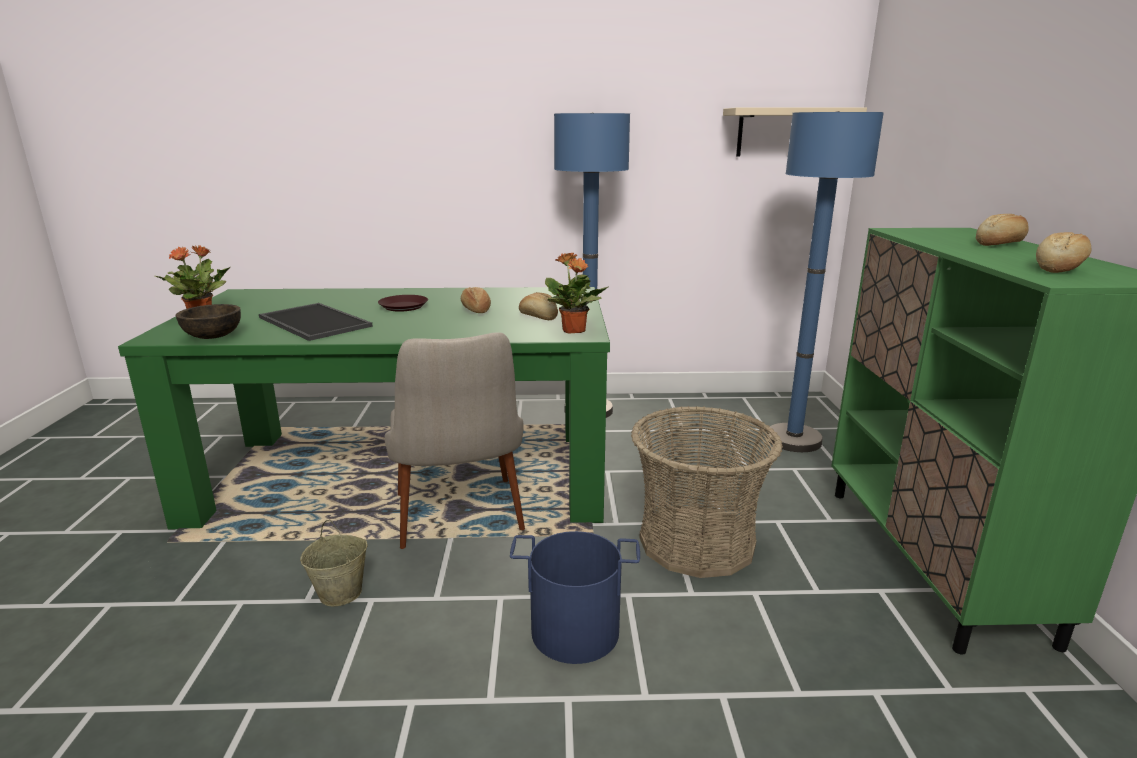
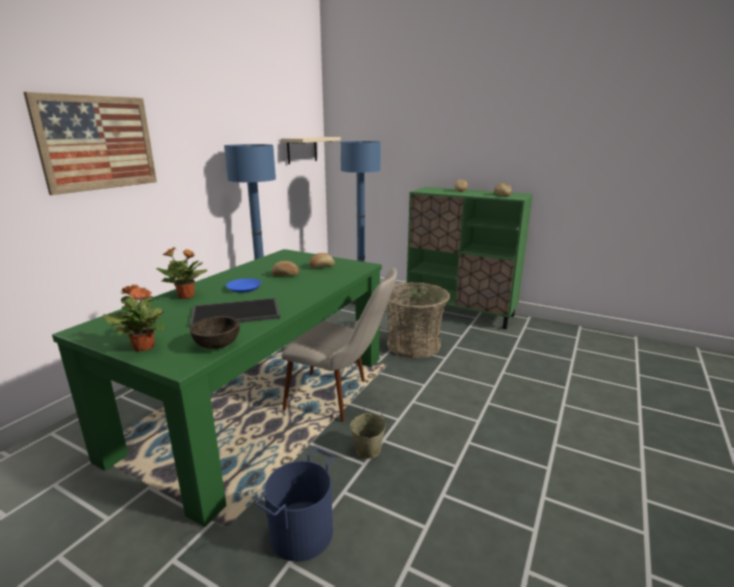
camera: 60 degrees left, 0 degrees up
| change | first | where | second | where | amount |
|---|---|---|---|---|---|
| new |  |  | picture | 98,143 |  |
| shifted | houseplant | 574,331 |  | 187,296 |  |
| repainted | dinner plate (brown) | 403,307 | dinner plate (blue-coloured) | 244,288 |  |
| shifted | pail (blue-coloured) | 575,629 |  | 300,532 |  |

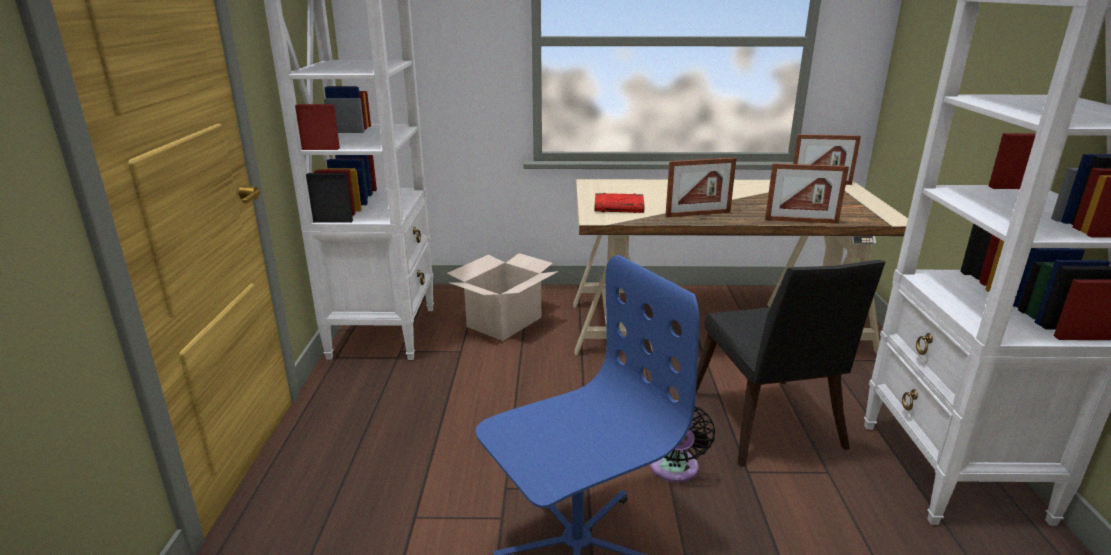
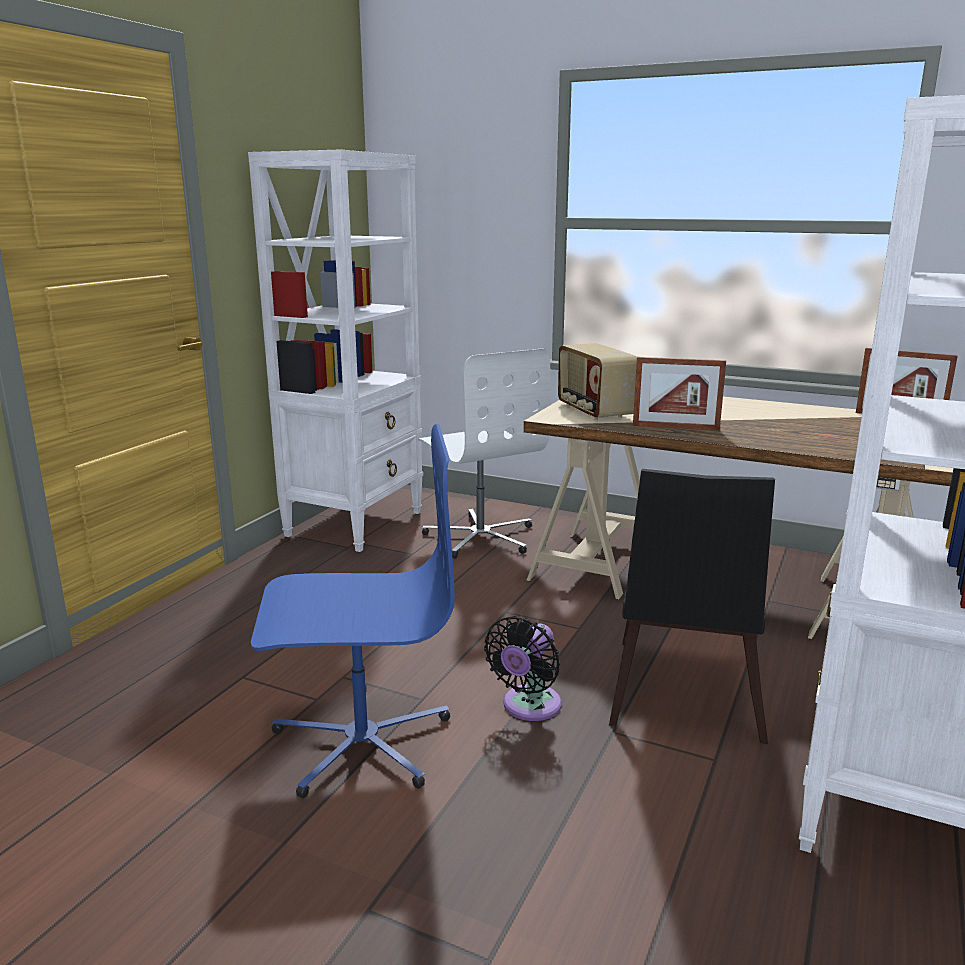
camera: 25 degrees right, 5 degrees down
| change | first | where | second | where | amount |
|---|---|---|---|---|---|
| swapped | packing box | 504,322 | computer chair (white) | 481,537 |  |
| swapped | bound book (red-coloured) | 619,207 | radio set | 593,411 |  |
| gone | standing frame | 801,221 |  |  |  |

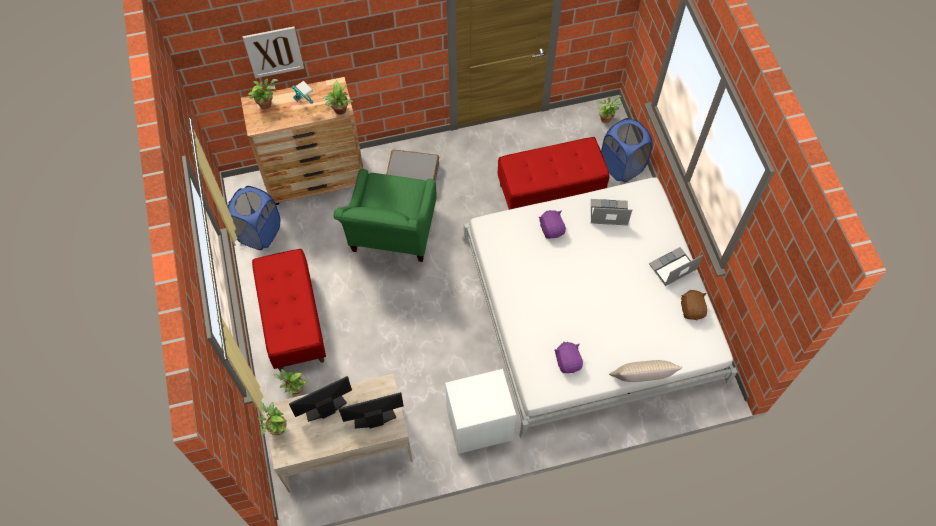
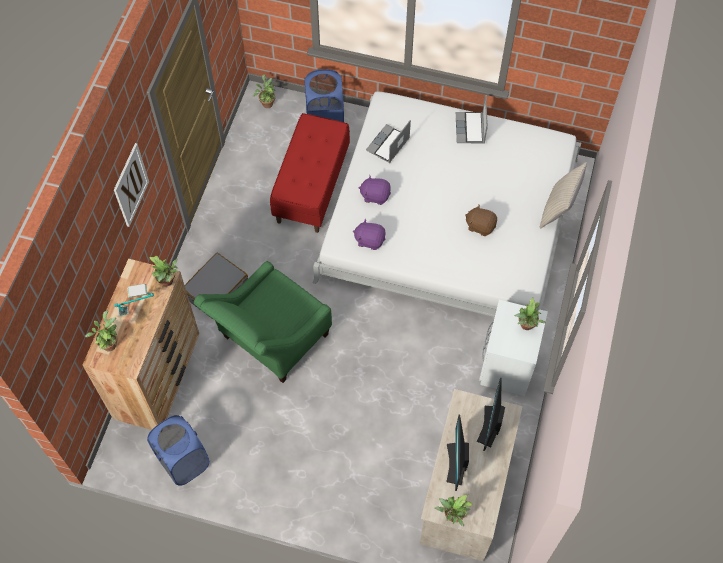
camera: 60 degrees left, 0 degrees up
| change | first | where | second | where | amount |
|---|---|---|---|---|---|
| shifted | picture | 274,52 |  | 130,185 |  |
| rotated | armchair (green-coloured) | 392,236 |  | 270,341 | 90 degrees clockwise |
| shifted | soft toy (purplish) | 568,361 |  | 369,240 |  |
| shifted | soft toy (brown) | 692,309 |  | 480,226 |  |
| shifted | houseplant | 294,389 |  | 526,326 |  |
| gone | bench (red-coloured) | 293,321 |  |  |  |

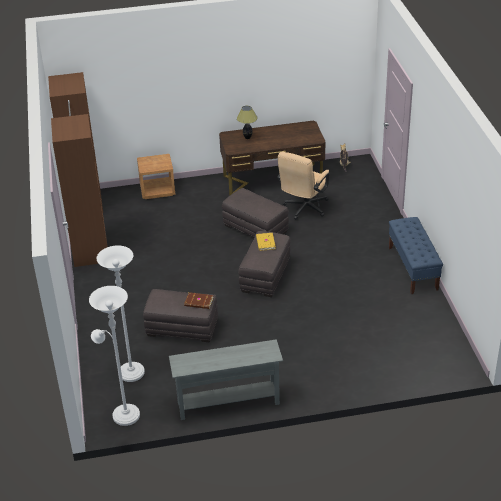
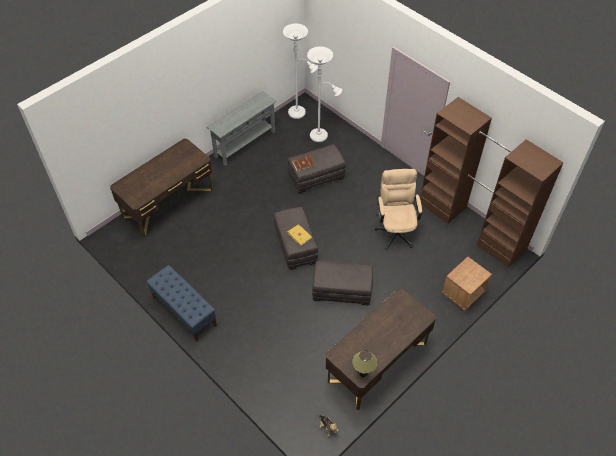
camera: 145 degrees right, 15 degrees up
| change | first | where | second | where | amount |
|---|---|---|---|---|---|
| new |  |  | desk table (brown) | 168,203 |  |
| shifted | lamp for a table | 247,137 |  | 363,374 |  |
| shifted | computer chair (beige) | 304,209 |  | 395,230 |  |

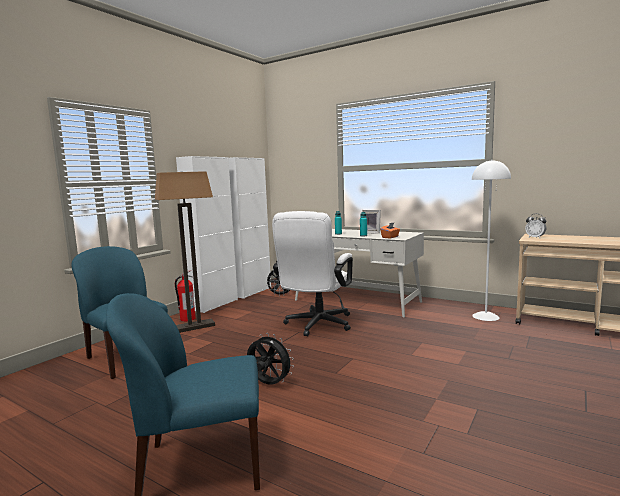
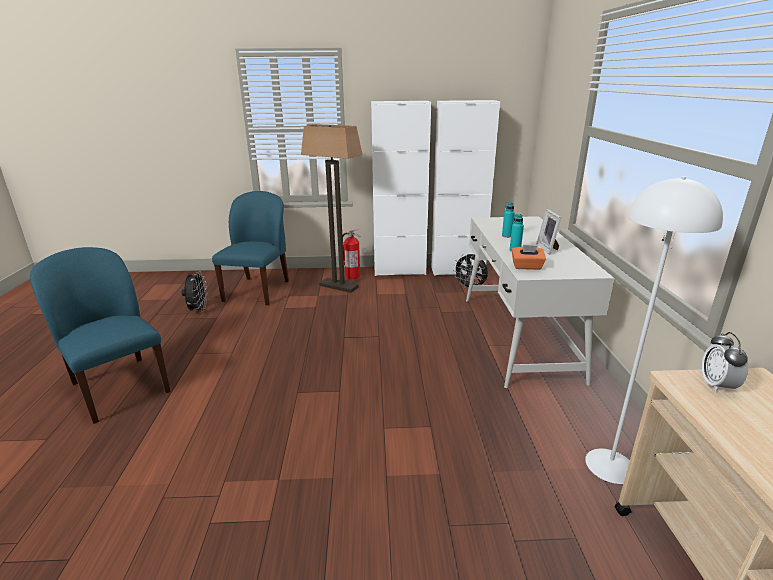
camera: 55 degrees right, 15 degrees up
| change | first | where | second | where | amount |
|---|---|---|---|---|---|
| shifted | fan (black-coloured) | 269,384 |  | 198,310 |  |
| gone | computer chair (white) | 316,325 |  |  |  |

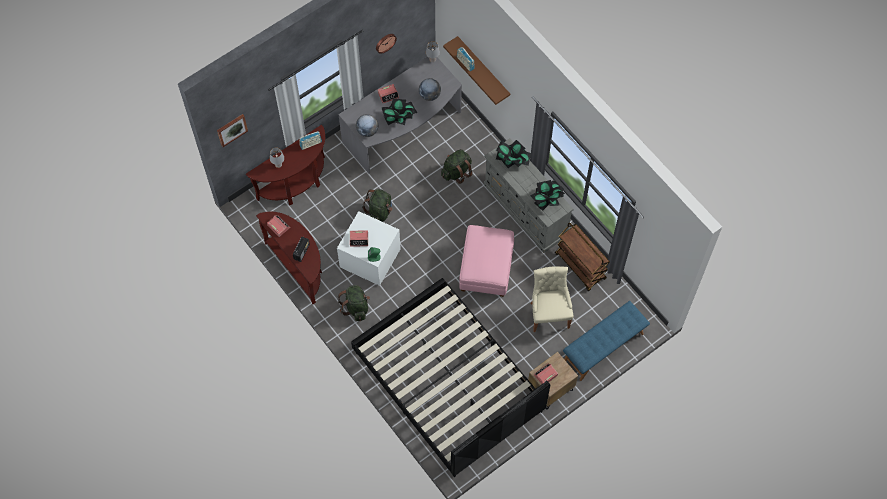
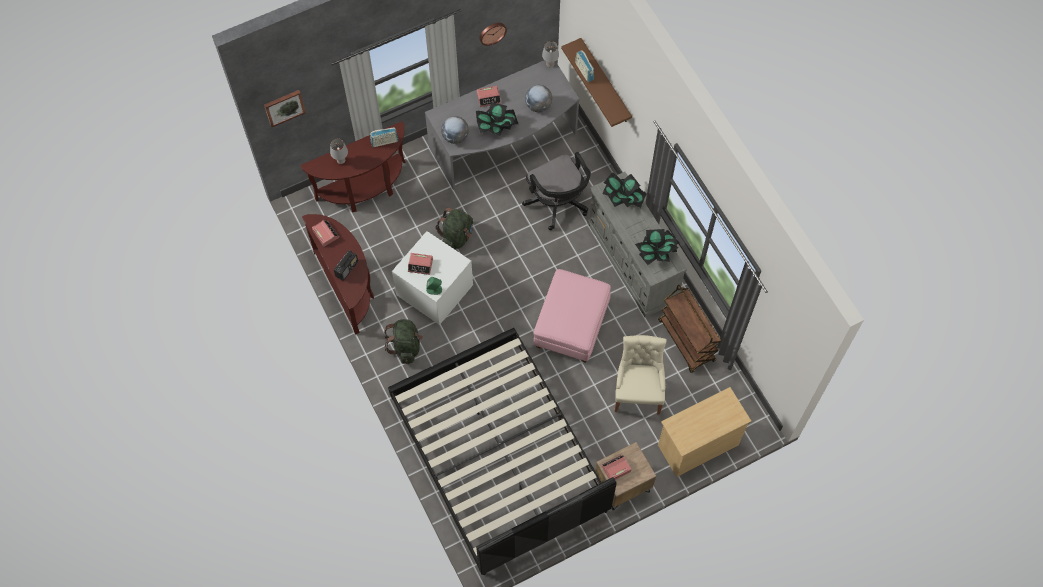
camera: 10 degrees right, 0 degrees up
| change | first | where | second | where | amount |
|---|---|---|---|---|---|
| swapped | backpack (green-coloured) | 456,172 | computer chair (black-coloured) | 558,204 |  |
| swapped | bench (blue-coloured) | 604,347 | dresser (beige) | 697,445 |  |

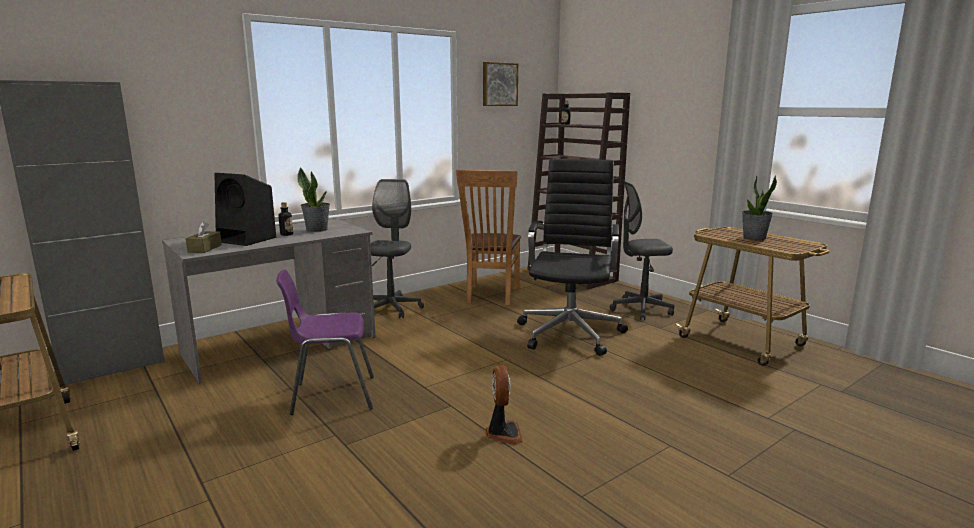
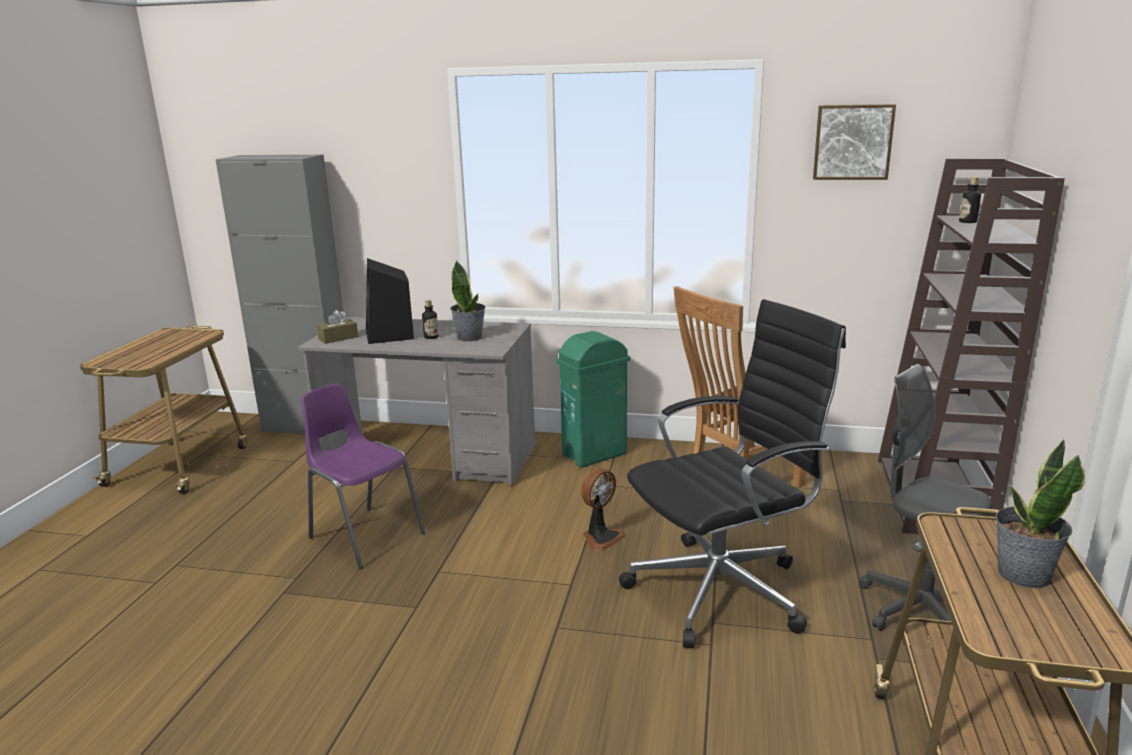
camera: 50 degrees right, 5 degrees up
| change | first | where | second | where | amount |
|---|---|---|---|---|---|
| swapped | computer chair (gray) | 392,309 | rubbish bin (green-coloured) | 595,455 |  |
| shifted | fan | 503,433 |  | 601,537 |  |

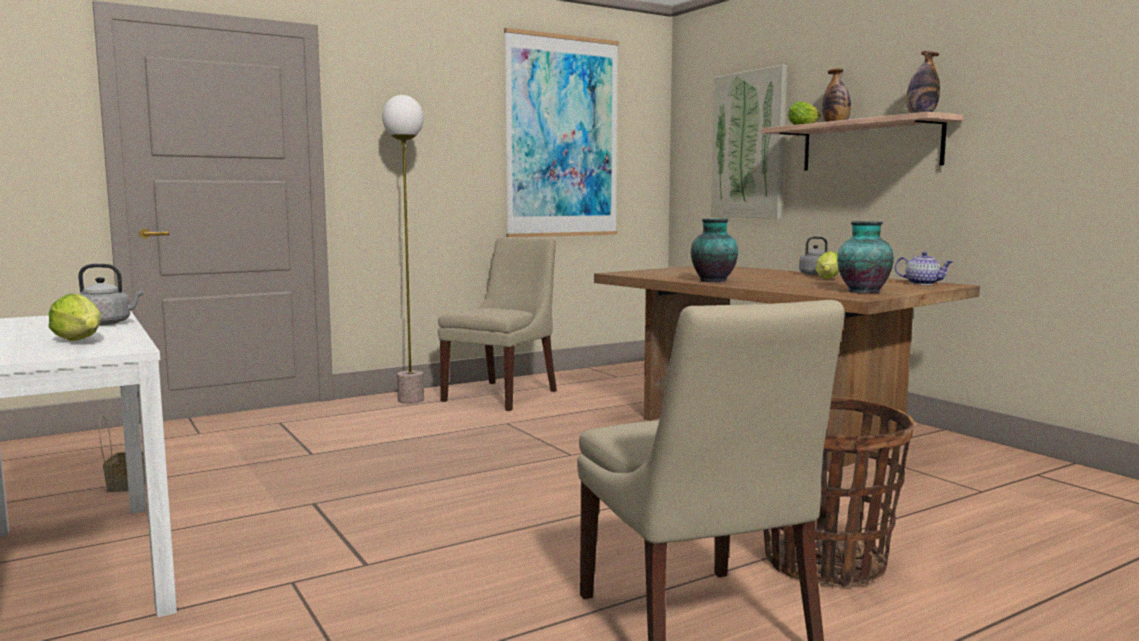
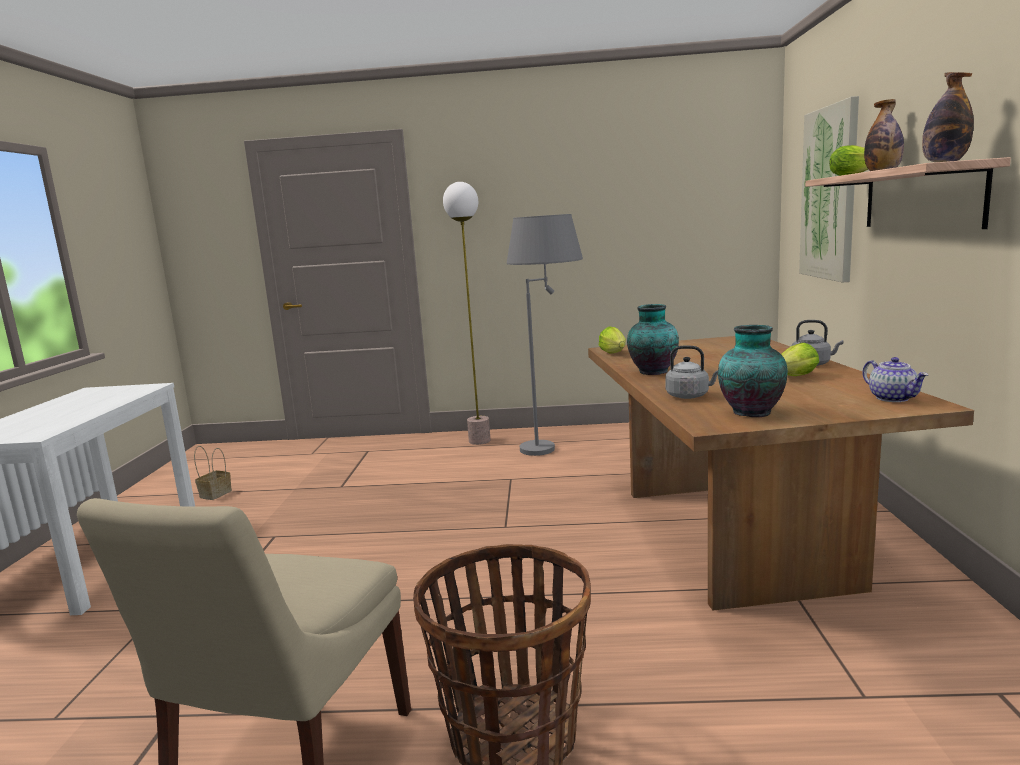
camera: 35 degrees right, 5 degrees up
| change | first | where | second | where | amount |
|---|---|---|---|---|---|
| swapped | upright chair (beige) | 502,395 | standing lamp (gray) | 554,445 |  |
| shifted | lettuce | 81,341 |  | 614,354 |  |
| shifted | tea kettle (gray) | 107,323 |  | 689,396 |  |
| gone | picture | 562,137 |  |  |  |

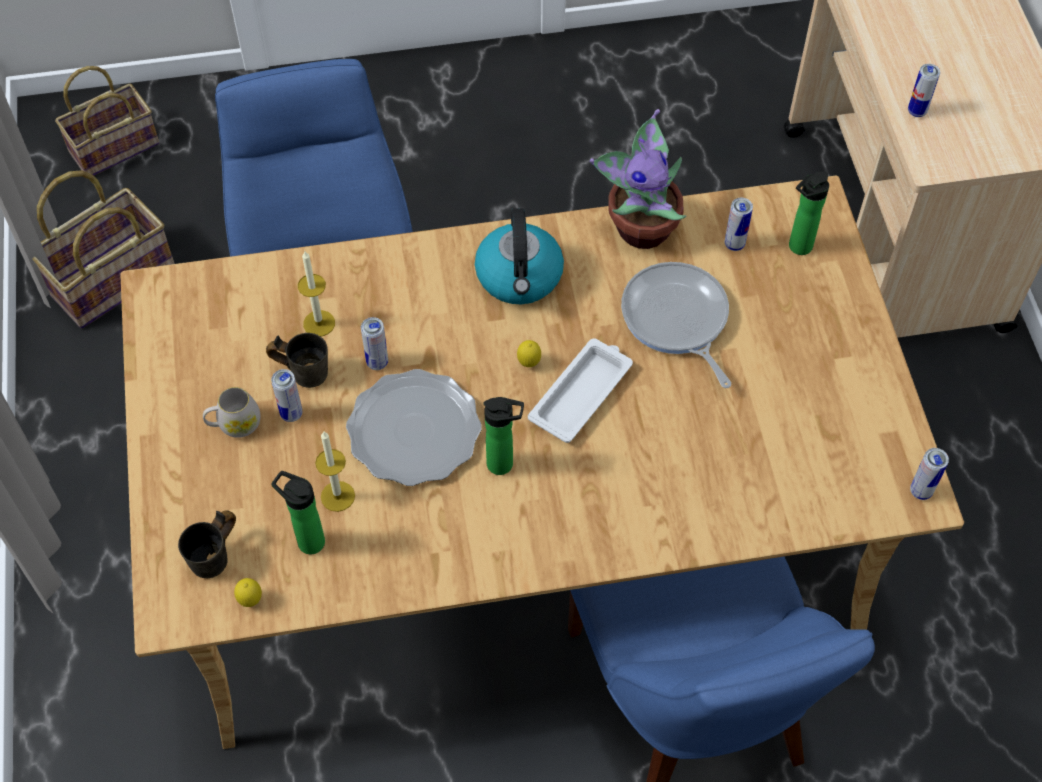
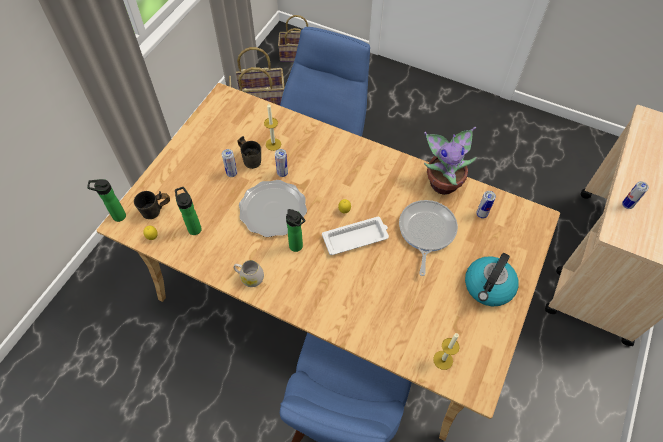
camera: 35 degrees right, 0 degrees up
| change | first | where | second | where | amount |
|---|---|---|---|---|---|
| shifted | drink bottle | 797,248 |  | 117,216 |  |
| shifted | coffee mug (white) | 234,424 |  | 249,277 |  |
| shifted | candle | 337,496 |  | 443,360 |  |
| shifted | tea kettle | 519,277 |  | 488,287 |  |
| gone | sealed can | 921,491 |  |  |  |

